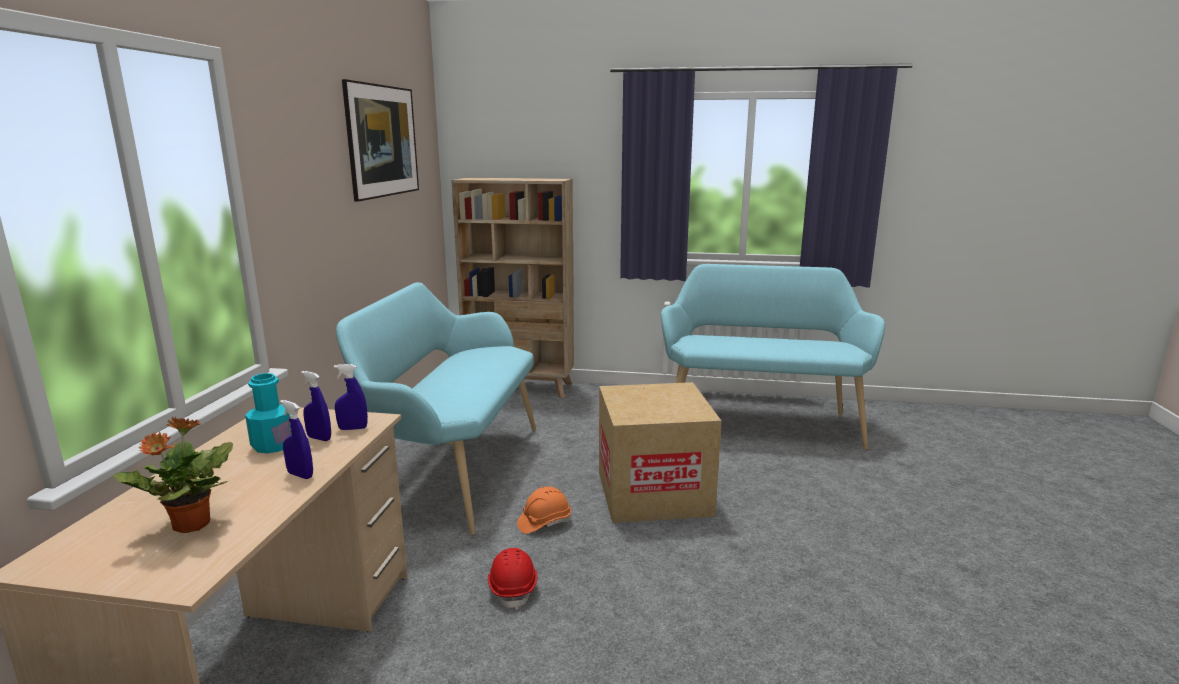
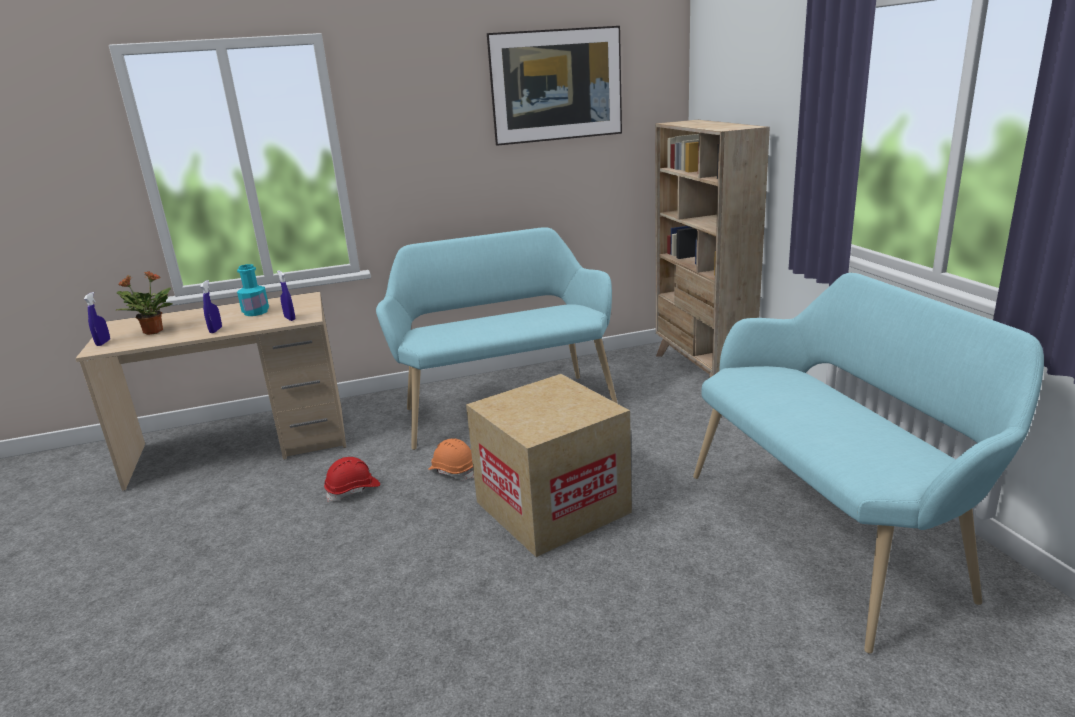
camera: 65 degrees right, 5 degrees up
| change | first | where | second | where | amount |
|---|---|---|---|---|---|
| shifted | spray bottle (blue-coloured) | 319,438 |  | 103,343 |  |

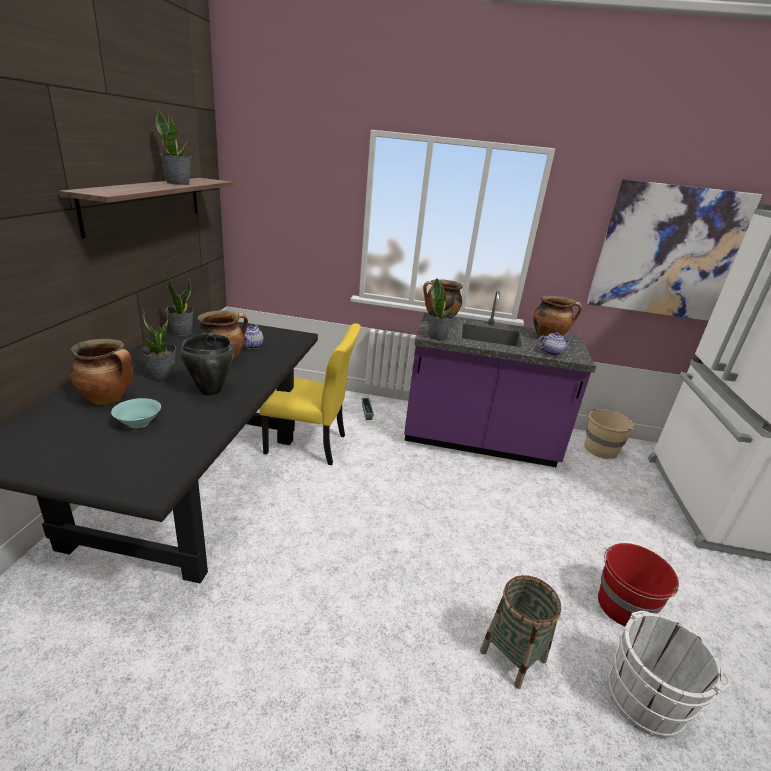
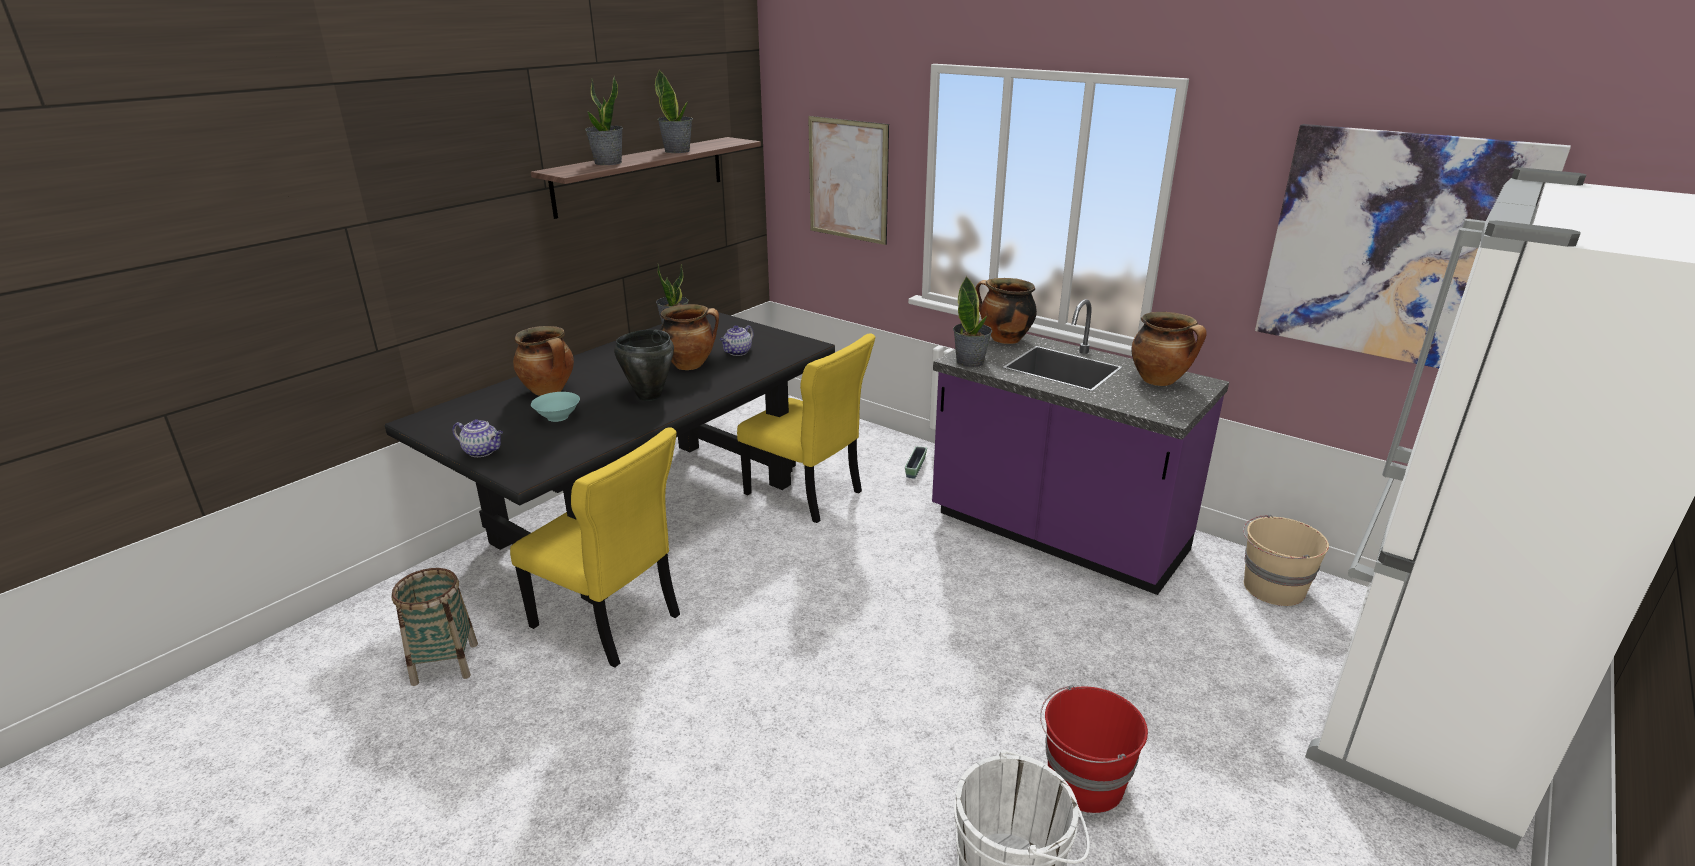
camera: 30 degrees right, 0 degrees up
| change | first | where | second | where | amount |
|---|---|---|---|---|---|
| shifted | storage basket | 513,656 |  | 445,663 |  |
| shifted | teapot | 552,352 |  | 483,451 |  |
| new |  |  | upright chair (yellowish) | 610,623 |  |
| shifted | houseplant | 162,375 |  | 608,163 |  |
| new |  |  | picture | 848,180 |  |

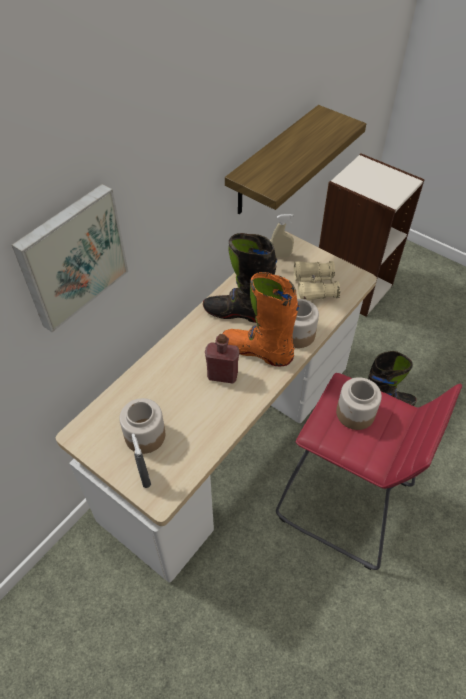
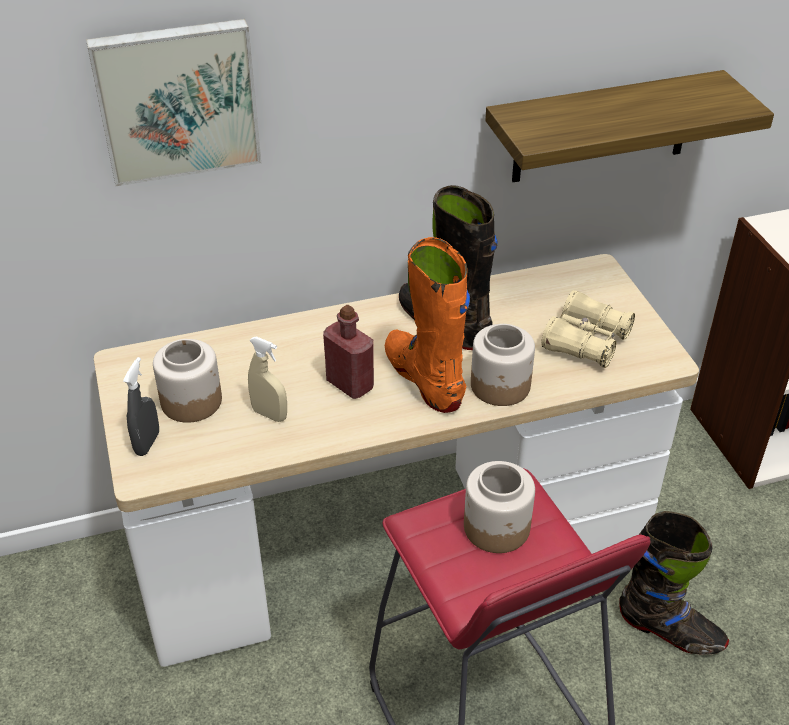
camera: 35 degrees right, 10 degrees down
| change | first | where | second | where | amount |
|---|---|---|---|---|---|
| shifted | spray bottle (beige) | 281,255 |  | 269,414 |  |

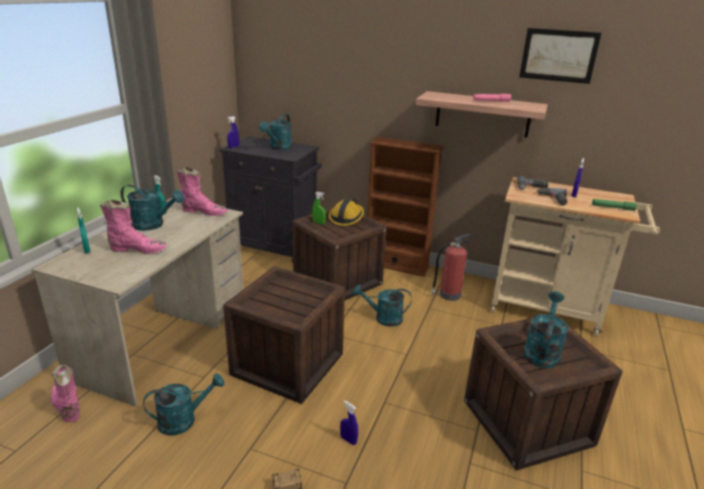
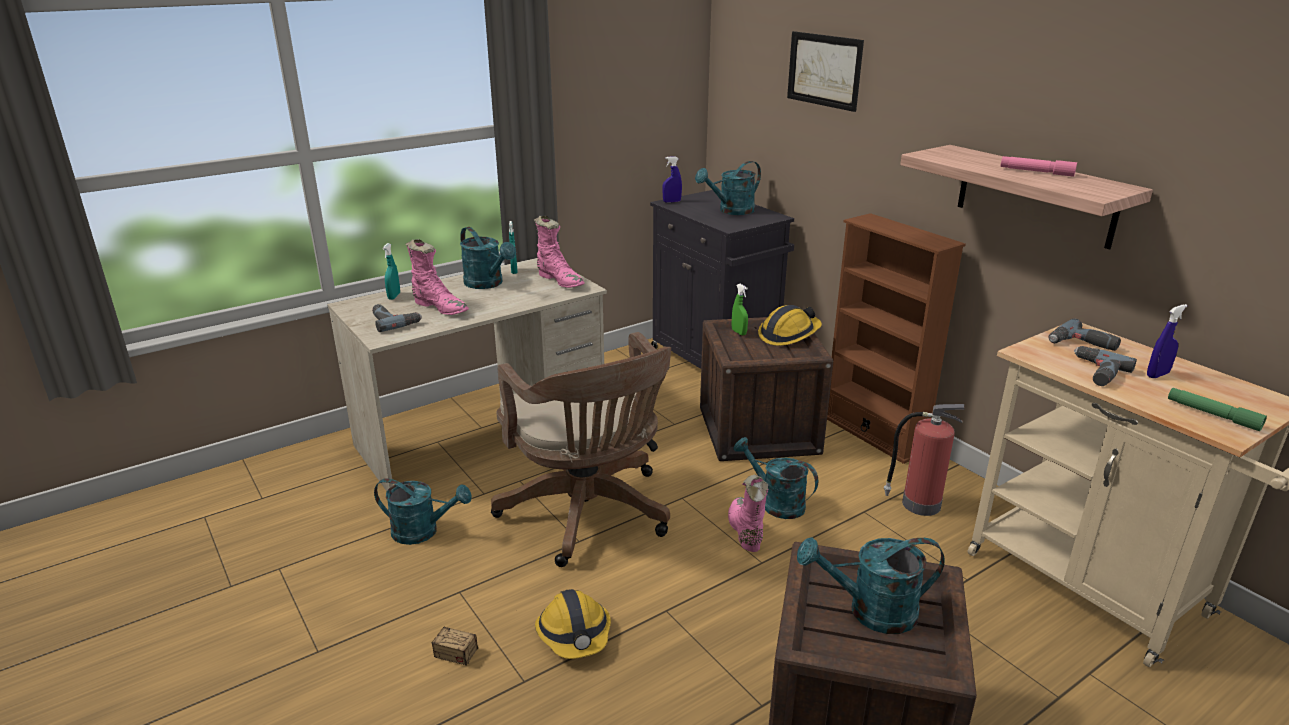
camera: 35 degrees right, 0 degrees up
| change | first | where | second | where | amount |
|---|---|---|---|---|---|
| new |  |  | electric drill | 394,321 |  |
| swapped | packing crate | 287,364 | computer chair (brown) | 589,515 |  |
| swapped | spray bottle (blue-coloured) | 348,440 | hard hat | 574,634 |  |
| shifted | high-top boot (pink-coloured) | 66,406 |  | 744,530 |  |
| shifted | picture | 558,55 |  | 824,70 |  |
| rotated | watering pot (blue-green) | 542,351 |  | 870,612 | 150 degrees counterclockwise |

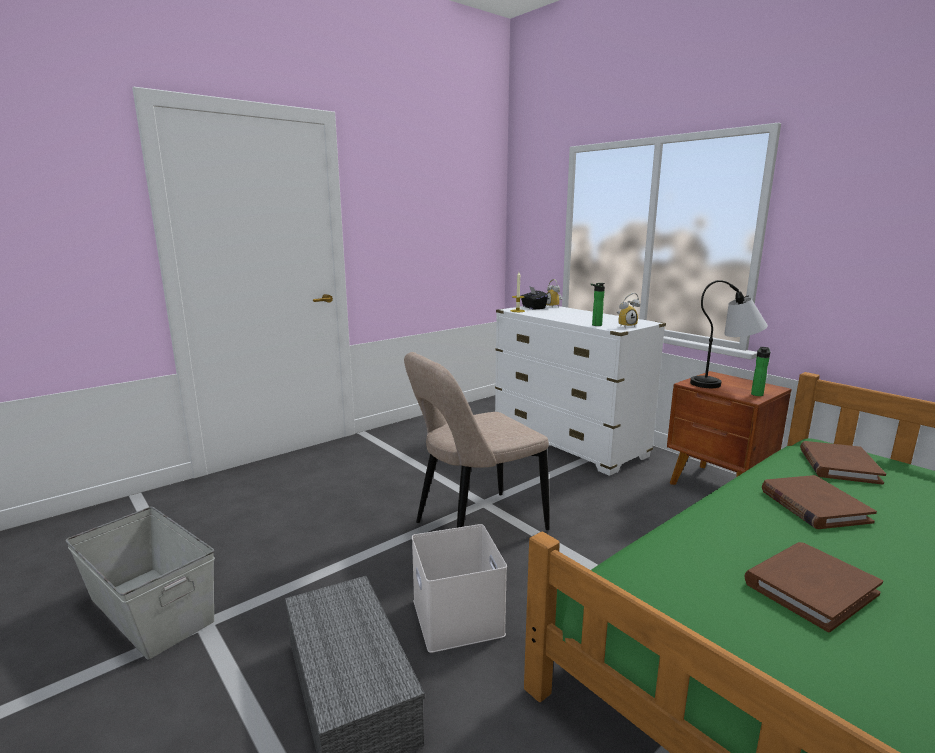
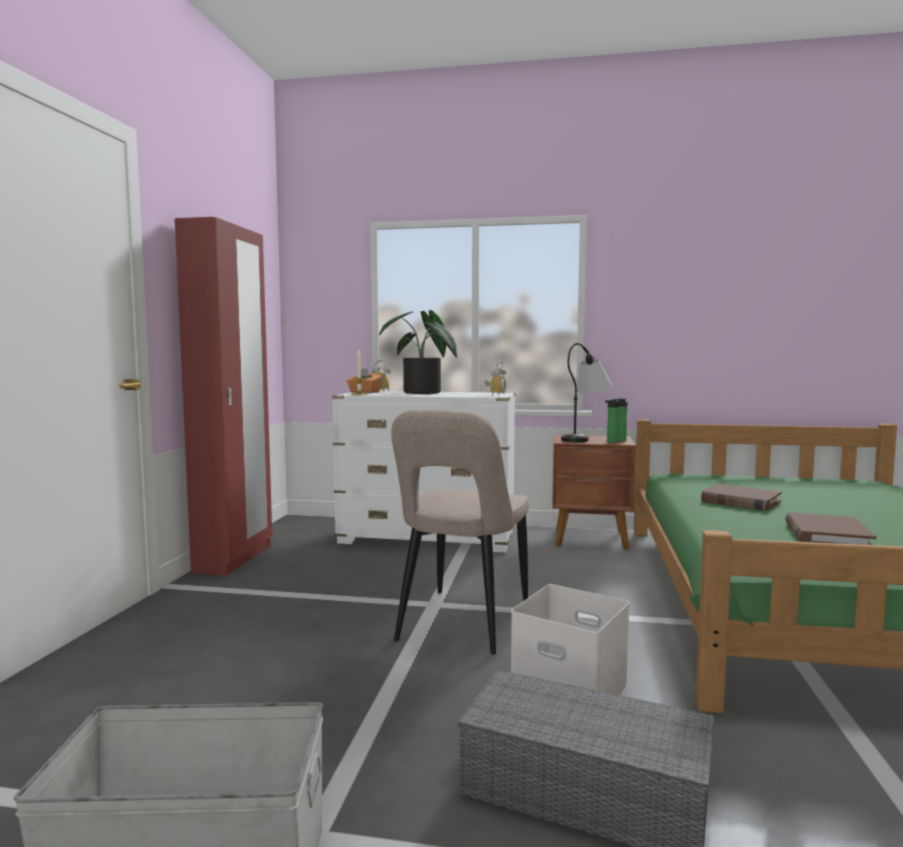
camera: 40 degrees left, 10 degrees down
| change | first | where | second | where | amount |
|---|---|---|---|---|---|
| new |  |  | armoire (red-coloured) | 234,559 |  |
| repainted | tissue box (black-coloured) | 533,307 | tissue box (orangey) | 364,392 |  |
| new |  |  | houseplant | 422,393 |  |
| shifted | drink bottle | 595,325 |  | 610,442 |  |
| gone | bound book (brown) | 838,466 |  |  |  |

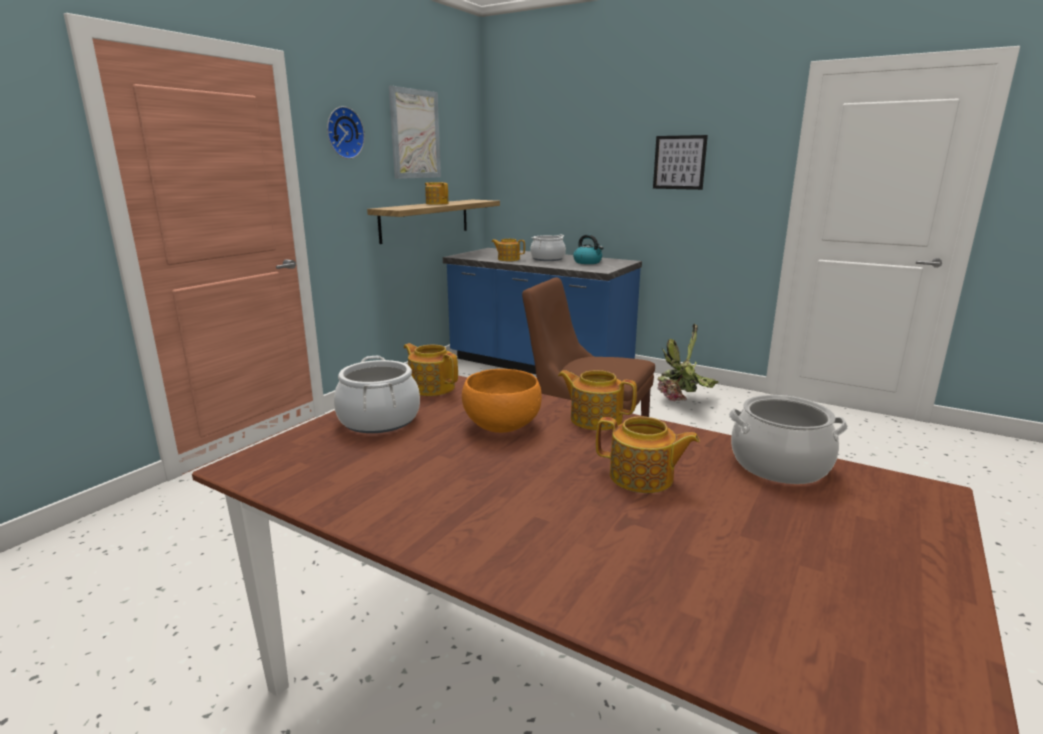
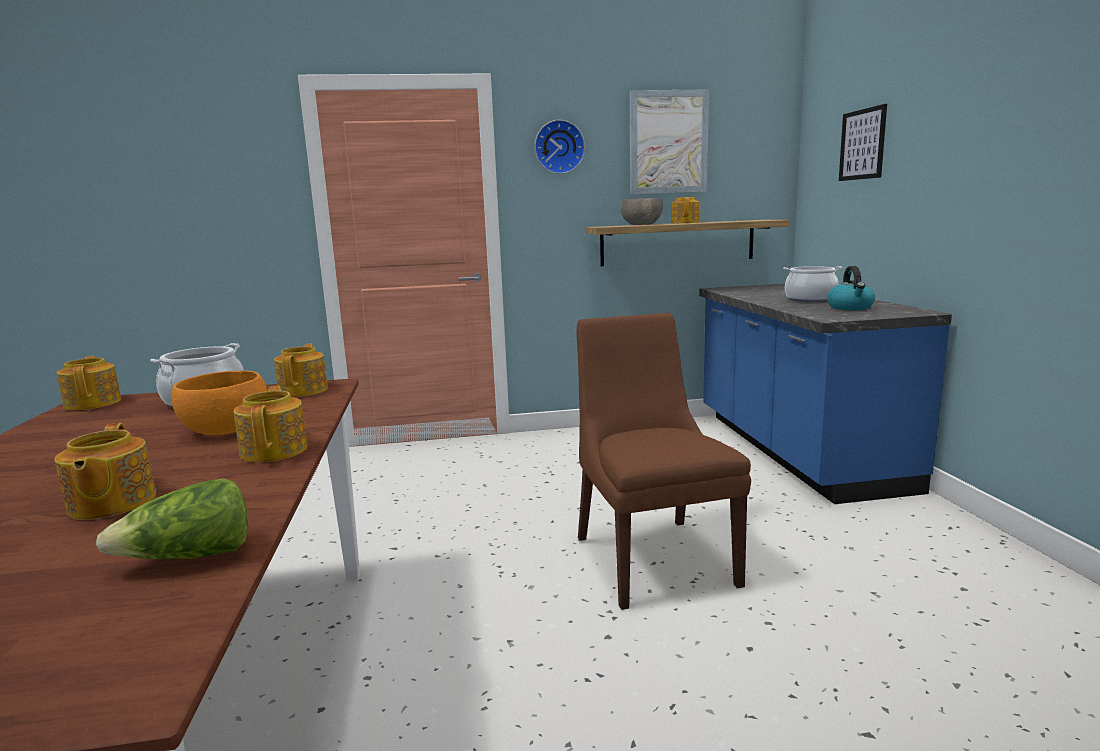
camera: 50 degrees right, 5 degrees down
| change | first | where | second | where | amount |
|---|---|---|---|---|---|
| shifted | teapot | 508,259 |  | 94,403 |  |
| swapped | saucepot | 779,464 | lettuce | 190,558 |  |
| new |  |  | serving bowl (gray) | 641,224 |  |
| shifted | picture | 679,162 |  | 862,144 |  |
| gone | houseplant | 684,401 |  |  |  |

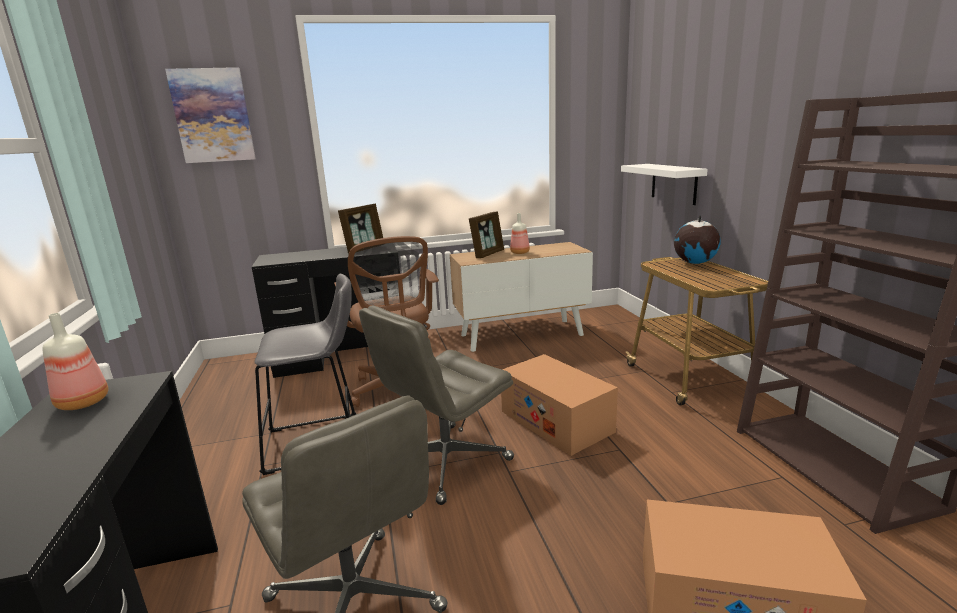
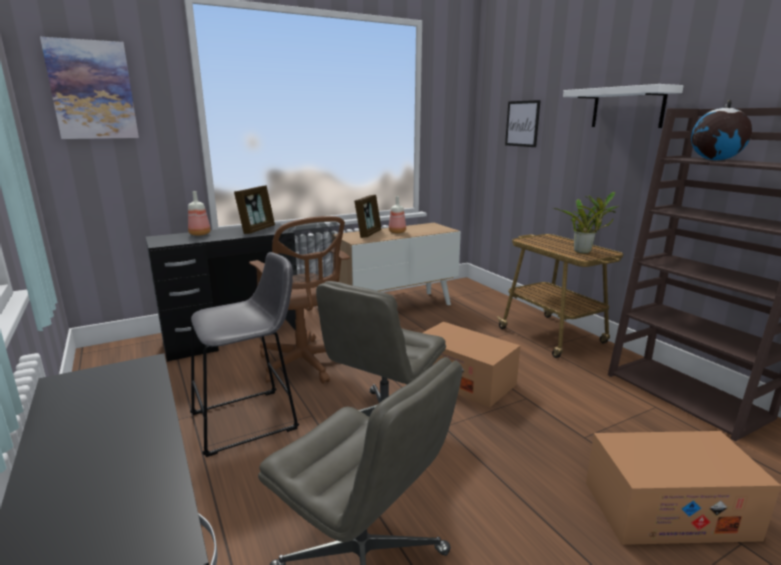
camera: 15 degrees left, 0 degrees up
| change | first | where | second | where | amount |
|---|---|---|---|---|---|
| shifted | drink bottle | 84,402 |  | 199,234 |  |
| new |  |  | picture | 522,123 |  |
| new |  |  | houseplant | 584,251 |  |
| shifted | wall shelf (white) | 674,183 |  | 627,108 |  |
| shifted | world globe | 694,263 |  | 715,160 |  |

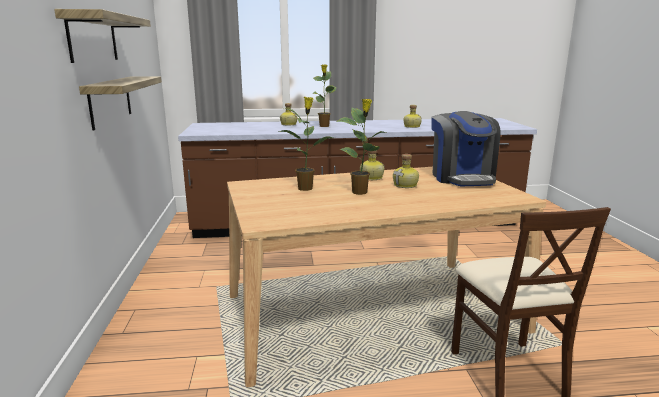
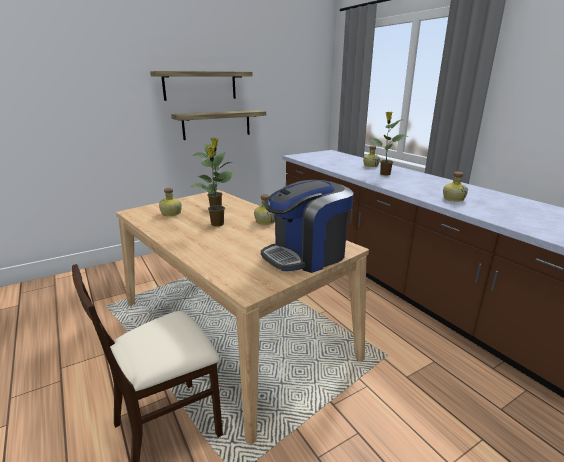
camera: 65 degrees right, 5 degrees up
| change | first | where | second | where | amount |
|---|---|---|---|---|---|
| shifted | drink bottle | 406,185 |  | 171,213 |  |

